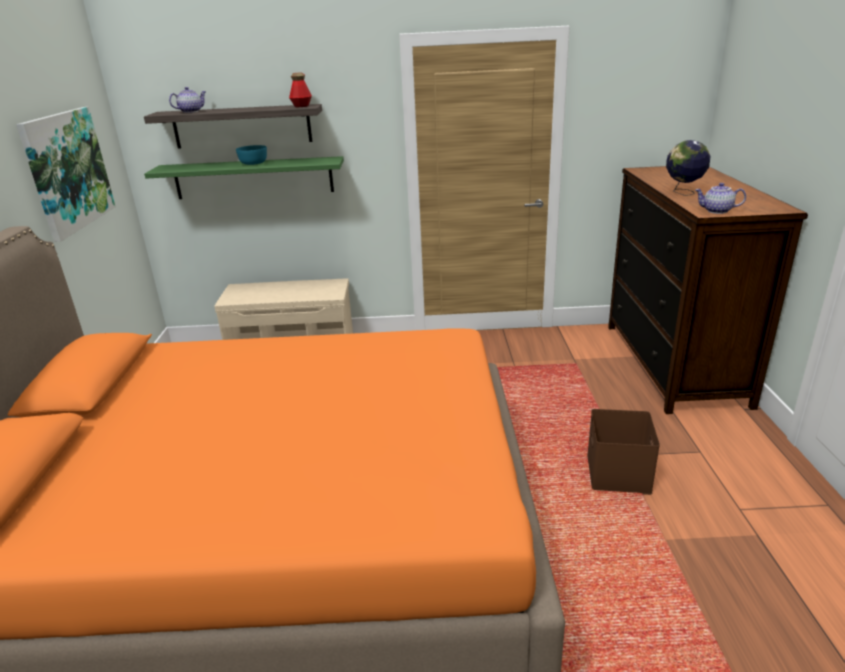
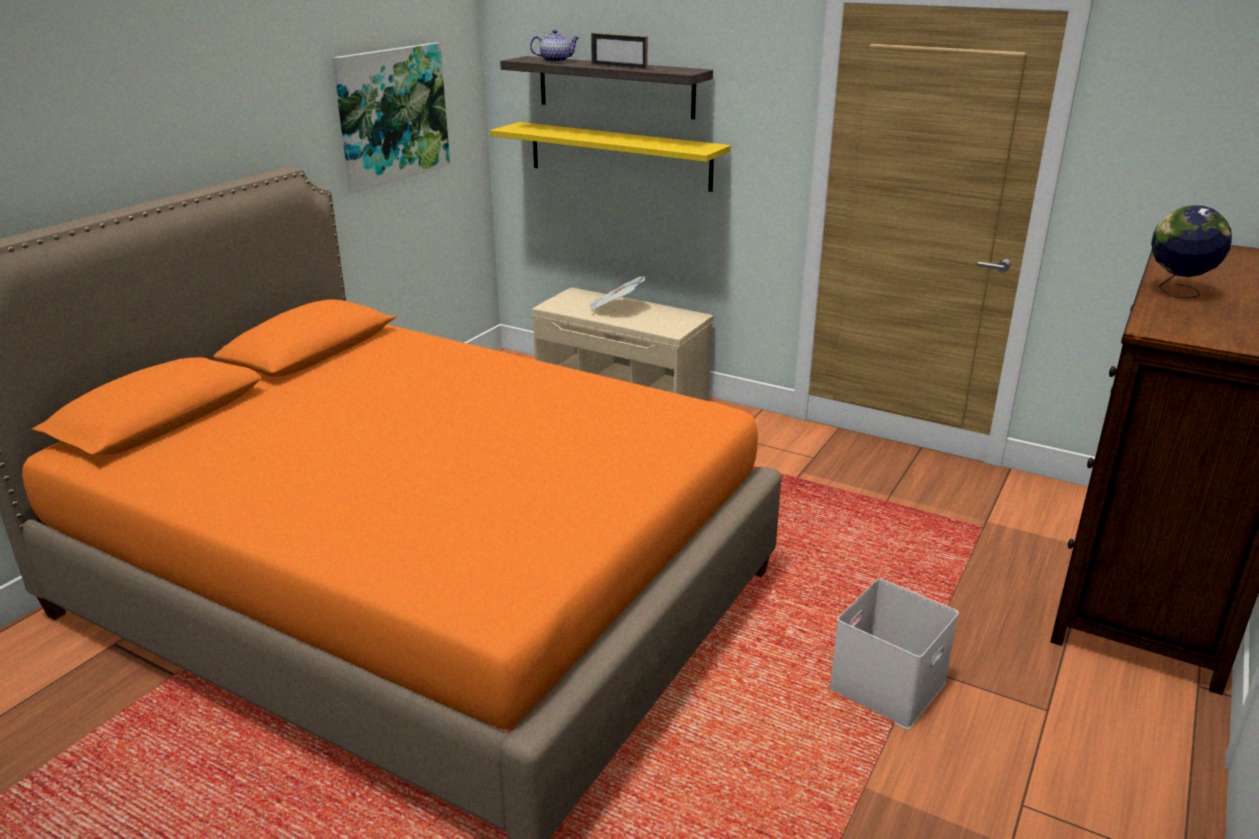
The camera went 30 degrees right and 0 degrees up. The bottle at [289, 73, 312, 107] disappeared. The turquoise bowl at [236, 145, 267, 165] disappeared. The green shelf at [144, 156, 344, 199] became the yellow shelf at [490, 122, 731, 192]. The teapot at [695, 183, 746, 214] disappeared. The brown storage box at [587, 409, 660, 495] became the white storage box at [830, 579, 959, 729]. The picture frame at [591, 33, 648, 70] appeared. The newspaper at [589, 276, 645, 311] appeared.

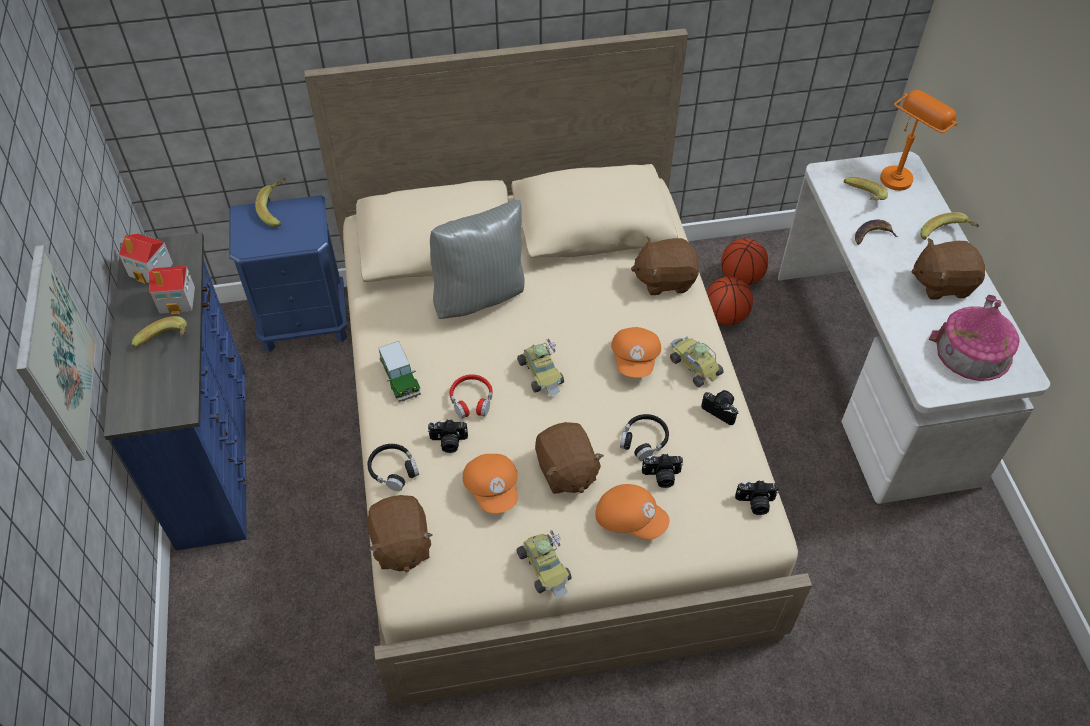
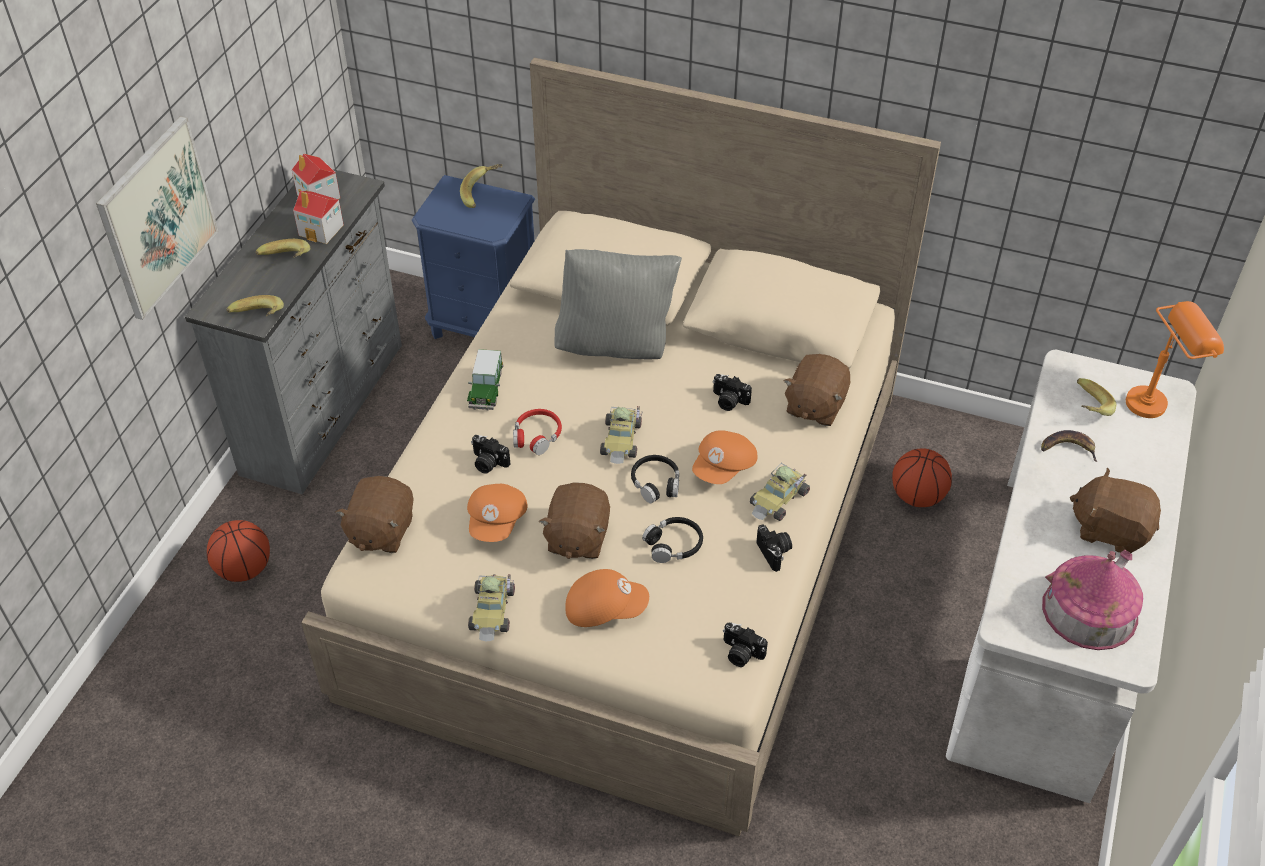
The camera went 30 degrees right and 5 degrees down. The banana moved from [920, 212, 980, 240] to [227, 295, 284, 316]. The blue dresser at [104, 233, 247, 551] became the grey dresser at [185, 169, 402, 494]. The brown plush toy at [631, 237, 699, 295] turned 90 degrees counterclockwise. The basketball moved from [721, 238, 768, 285] to [207, 520, 270, 582]. The toy car at [670, 337, 723, 387] turned 135 degrees counterclockwise. The black headphones moved from [367, 444, 419, 491] to [631, 455, 679, 503]. The photo camera moved from [642, 454, 683, 488] to [713, 374, 752, 411]. The orange cap at [595, 484, 670, 540] turned 60 degrees counterclockwise.

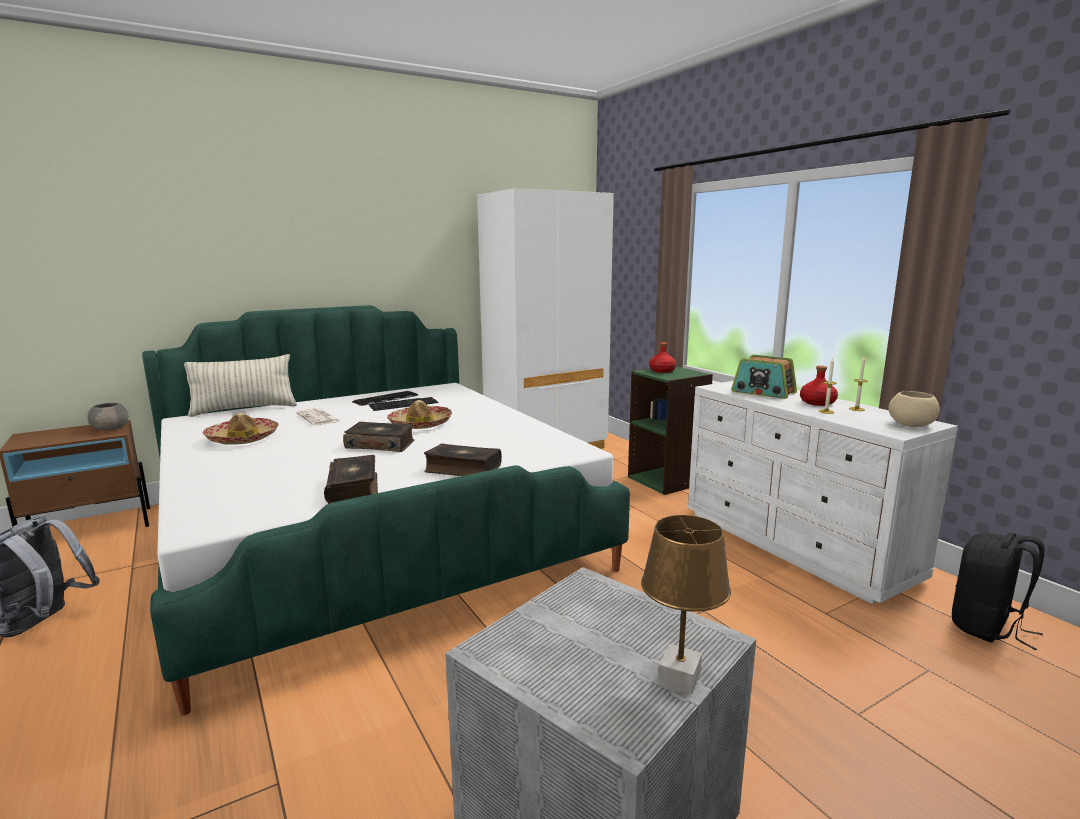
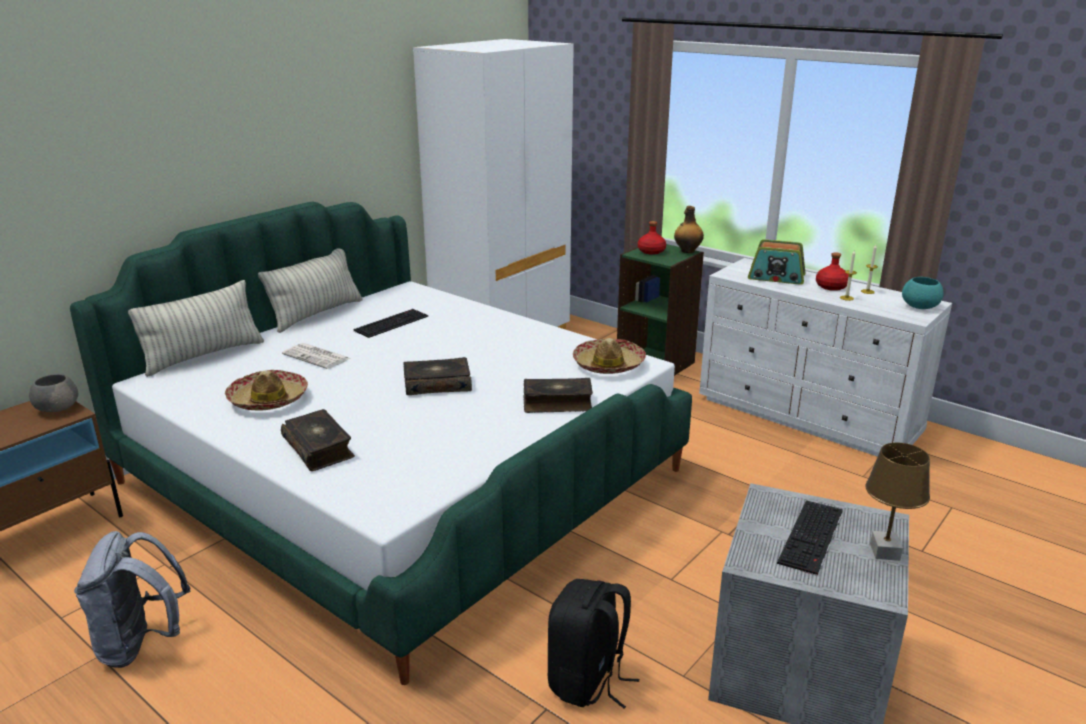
The camera went 20 degrees left and 10 degrees up. The keyboard moved from [352, 391, 418, 406] to [777, 501, 843, 576]. The beige bowl at [888, 391, 940, 427] became the turquoise bowl at [902, 277, 943, 309]. The hat moved from [387, 400, 452, 429] to [573, 338, 646, 374]. The book moved from [324, 455, 378, 504] to [281, 409, 355, 471]. The black backpack moved from [952, 533, 1045, 650] to [548, 579, 639, 709]. The bottle at [674, 206, 704, 253] appeared. The pillow at [258, 249, 363, 333] appeared.

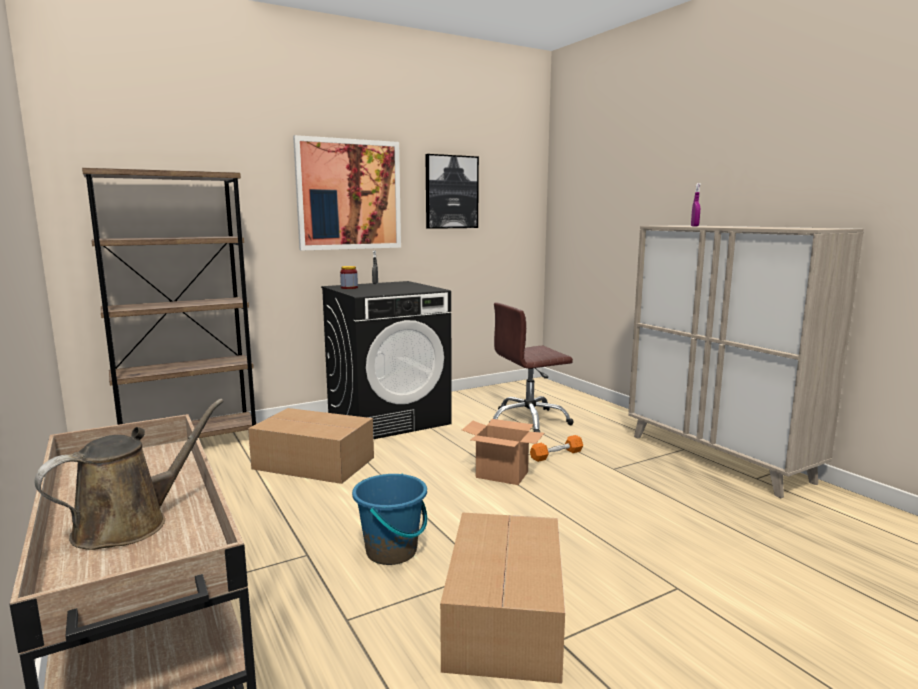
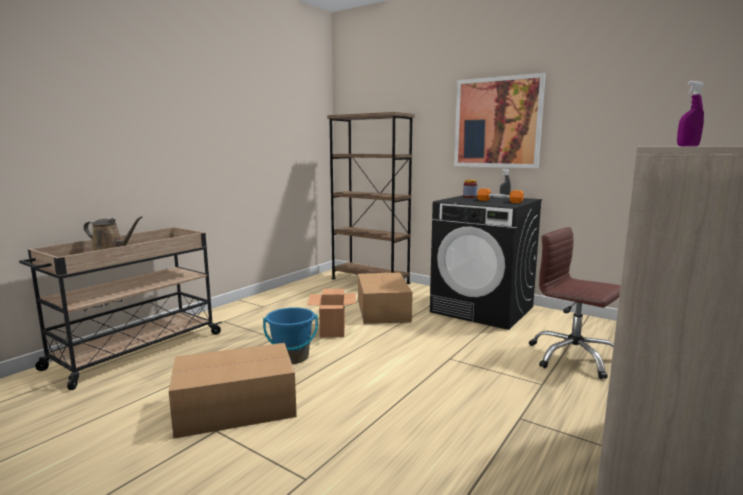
The camera went 65 degrees right and 0 degrees up. The picture at [425, 154, 479, 229] disappeared. The cardboard box moved from [462, 419, 544, 485] to [307, 289, 356, 338]. The orange dumbbell moved from [530, 435, 583, 462] to [477, 189, 524, 203].

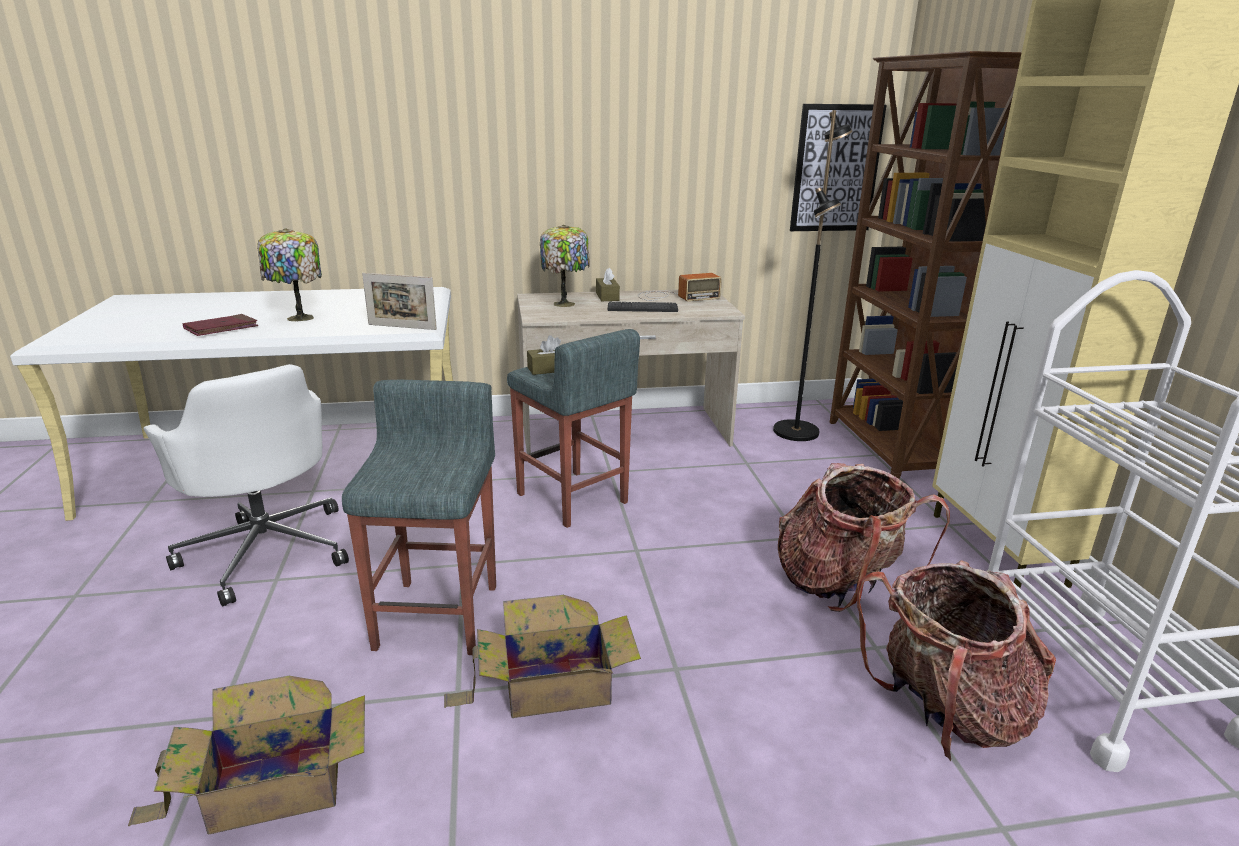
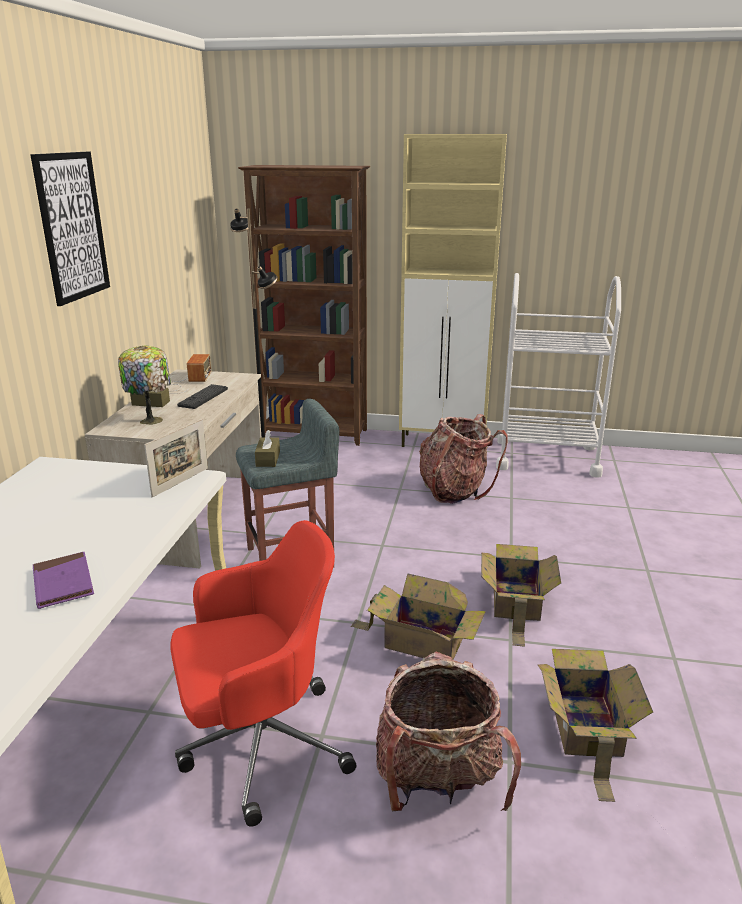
The camera went 70 degrees left and 0 degrees up. The picture moved from [790, 104, 886, 231] to [30, 152, 110, 306]. The table lamp at [257, 228, 322, 321] disappeared. The red book at [183, 314, 258, 336] became the purple book at [33, 552, 94, 609]. The white office chair at [144, 364, 349, 607] became the red office chair at [170, 520, 356, 827]. The grey stool at [342, 380, 496, 655] was replaced by the cardboard box at [351, 573, 486, 660]. The backpack moved from [857, 560, 1056, 762] to [376, 652, 521, 812].

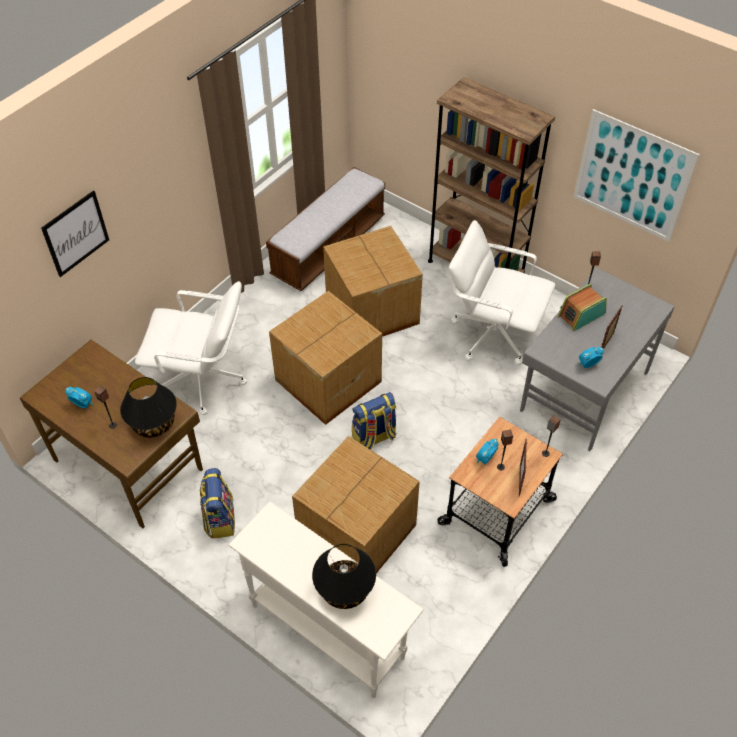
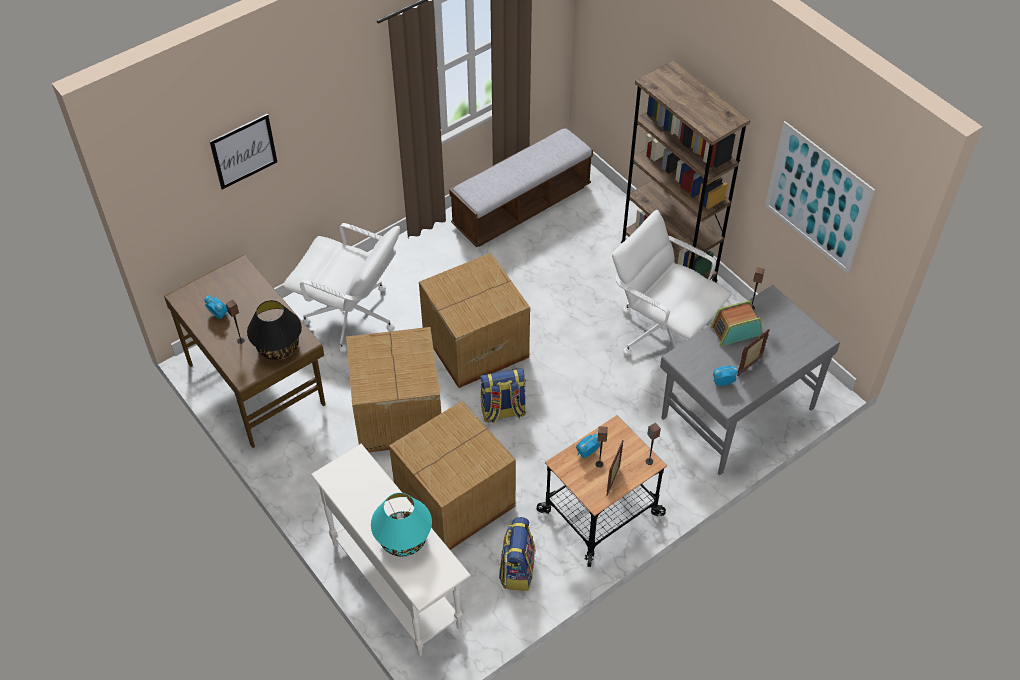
The camera went 15 degrees right and 0 degrees up. The cardboard box moved from [323, 226, 423, 337] to [346, 327, 441, 452]. The backpack moved from [200, 468, 235, 539] to [499, 517, 535, 591]. The black table lamp at [312, 544, 376, 609] became the turquoise table lamp at [371, 493, 432, 557].

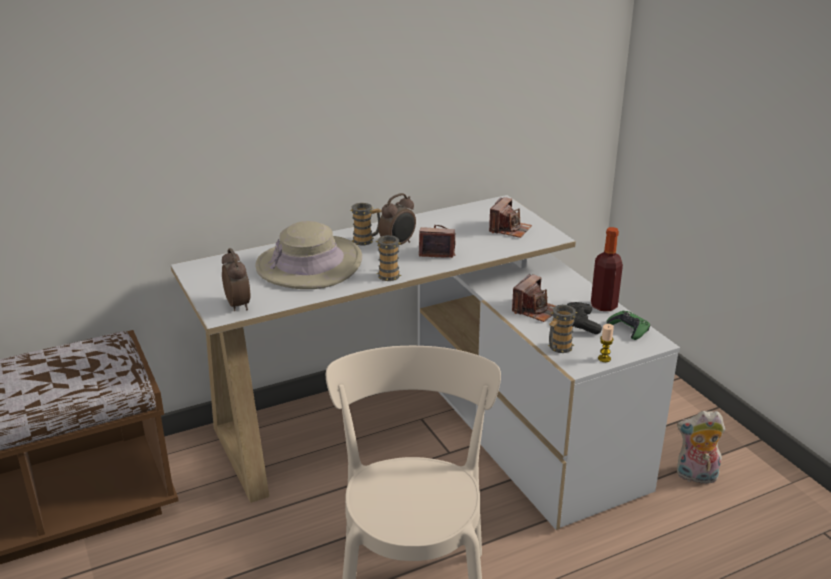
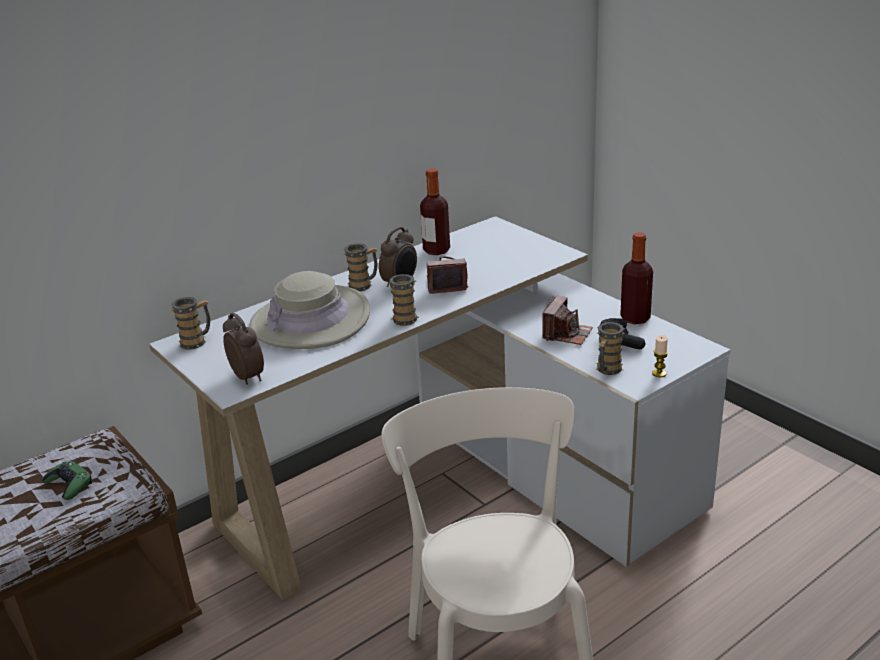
The camera went 10 degrees left and 0 degrees up. The photo camera at [489, 197, 532, 238] disappeared. The green game controller moved from [607, 310, 650, 340] to [42, 461, 92, 500]. The plush toy at [677, 411, 725, 485] disappeared. The bottle at [420, 169, 450, 255] appeared. The mug at [170, 297, 210, 350] appeared.

